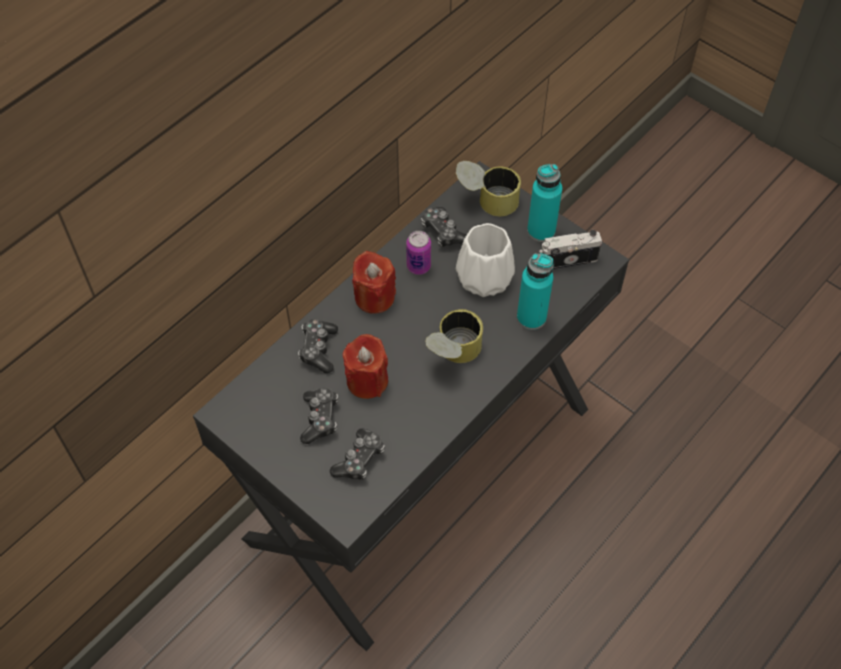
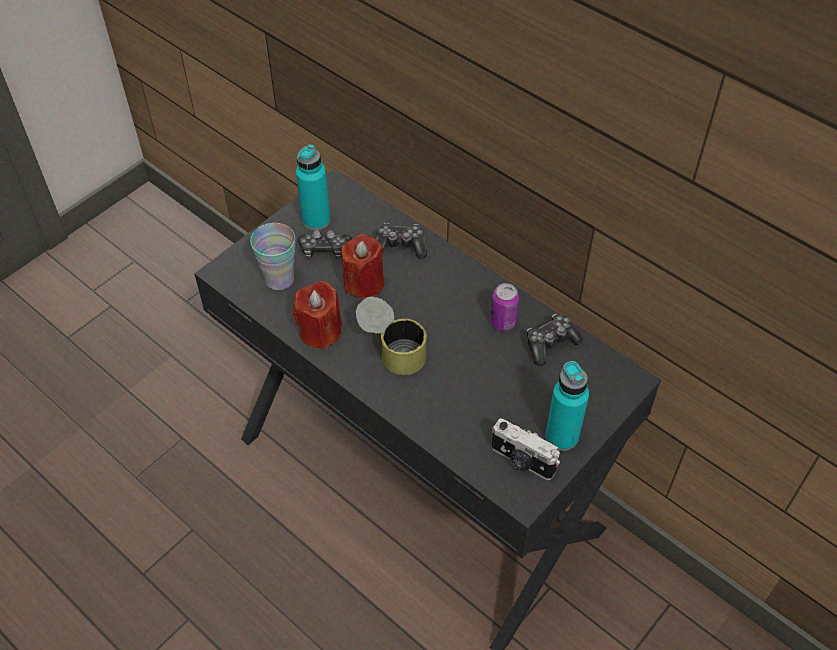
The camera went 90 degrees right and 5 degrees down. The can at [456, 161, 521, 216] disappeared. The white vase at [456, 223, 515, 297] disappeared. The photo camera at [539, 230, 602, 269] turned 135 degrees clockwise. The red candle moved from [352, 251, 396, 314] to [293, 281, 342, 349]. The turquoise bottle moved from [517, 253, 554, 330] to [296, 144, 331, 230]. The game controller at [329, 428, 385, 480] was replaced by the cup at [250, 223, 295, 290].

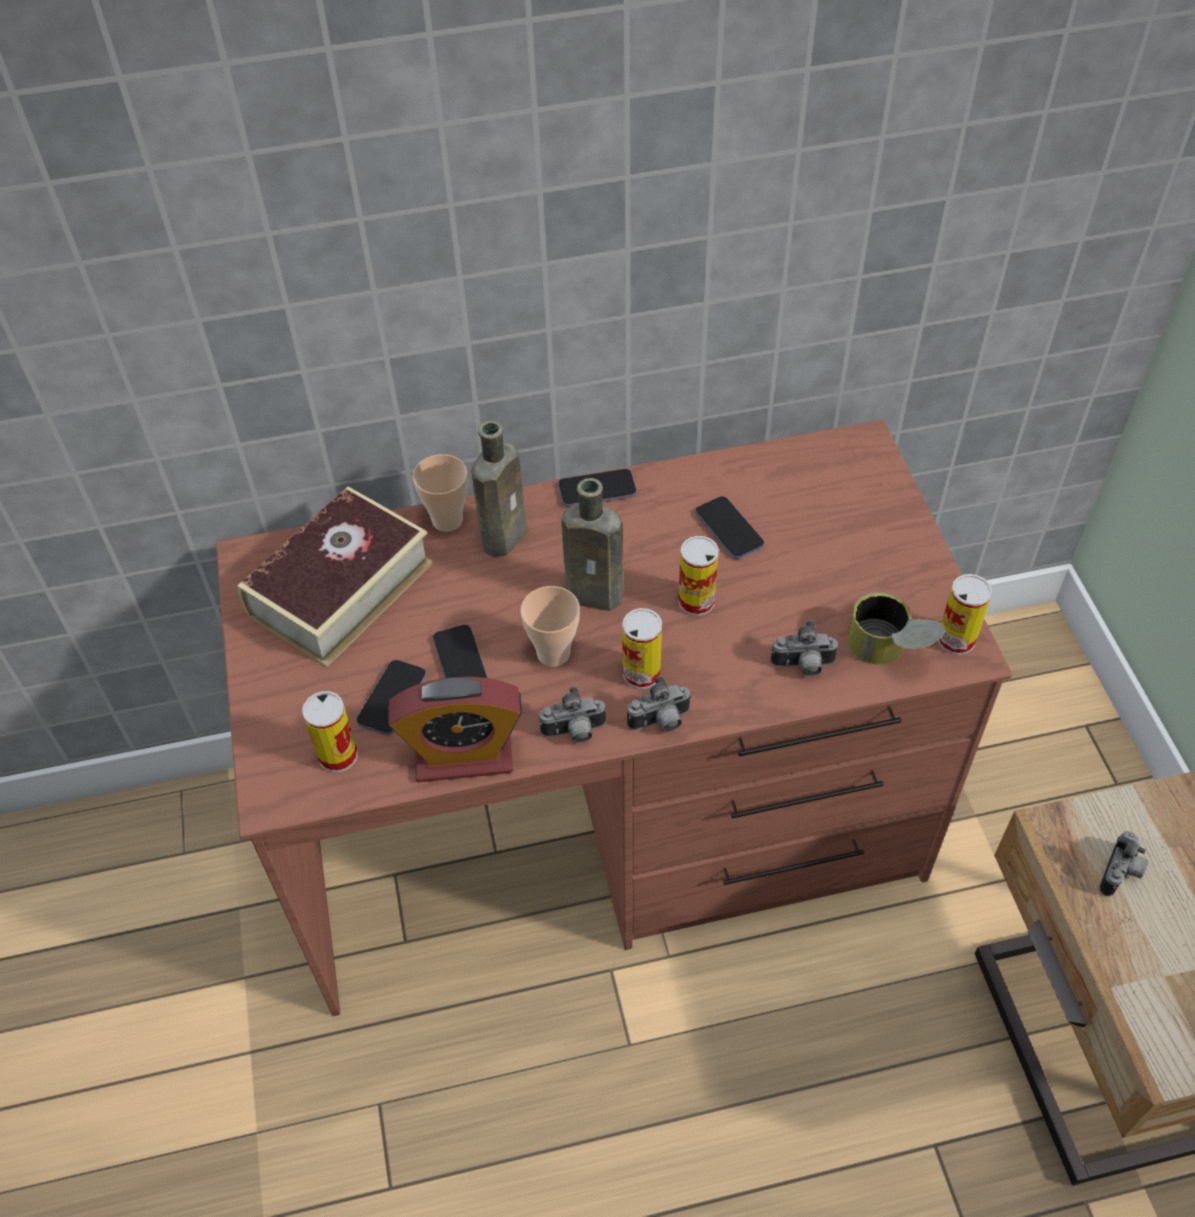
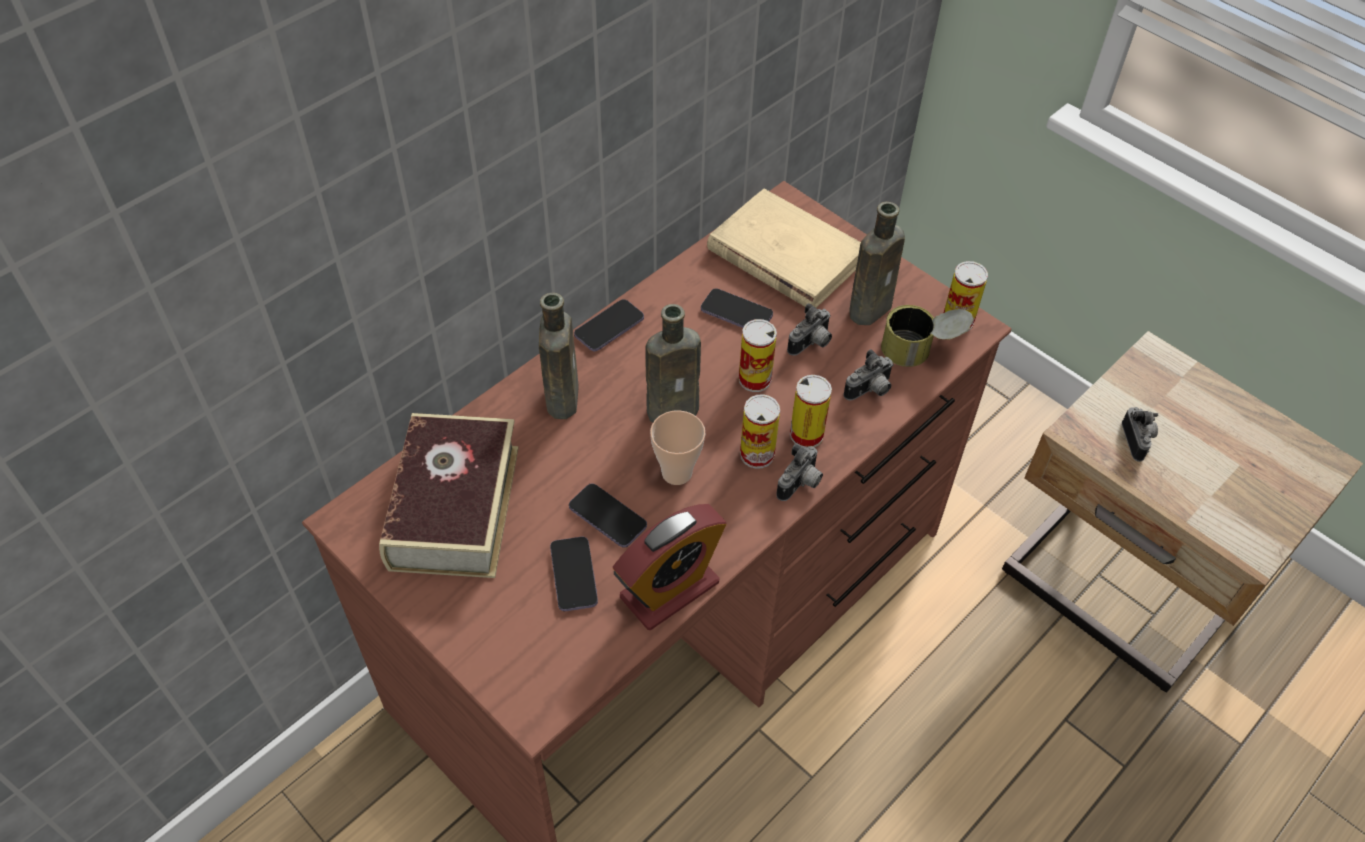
The camera went 35 degrees left and 0 degrees up. The cup at [413, 454, 468, 532] disappeared. The photo camera moved from [539, 686, 607, 743] to [787, 303, 832, 356]. The can moved from [302, 691, 358, 773] to [790, 375, 832, 448]. The beige book at [707, 189, 861, 308] appeared. The brown bottle at [849, 202, 905, 325] appeared.

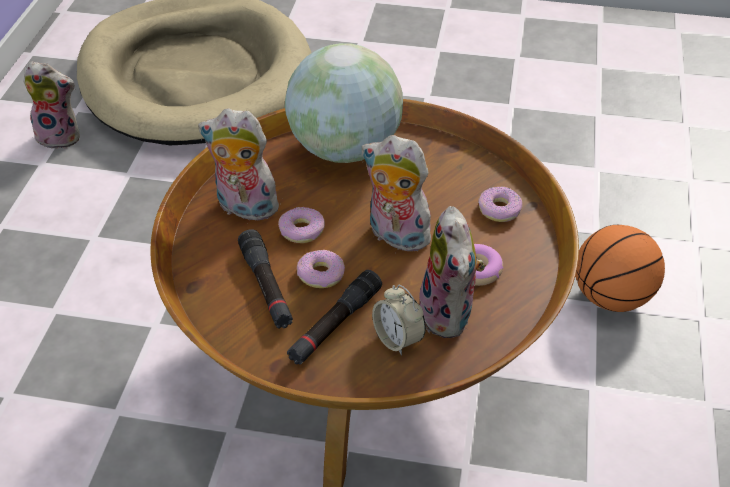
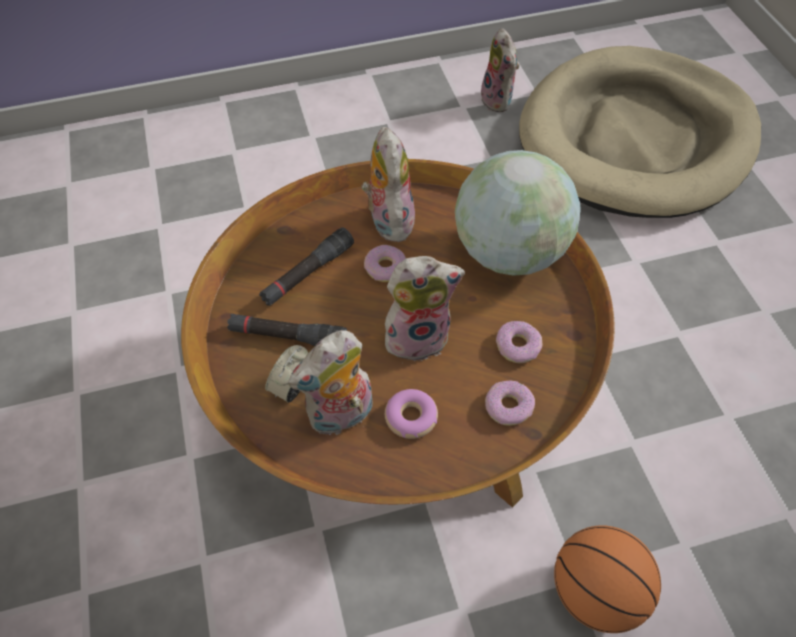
The camera went 65 degrees right and 10 degrees up. The plush toy at [362, 135, 431, 251] turned 75 degrees clockwise. The donut moved from [297, 250, 345, 288] to [496, 321, 543, 363].

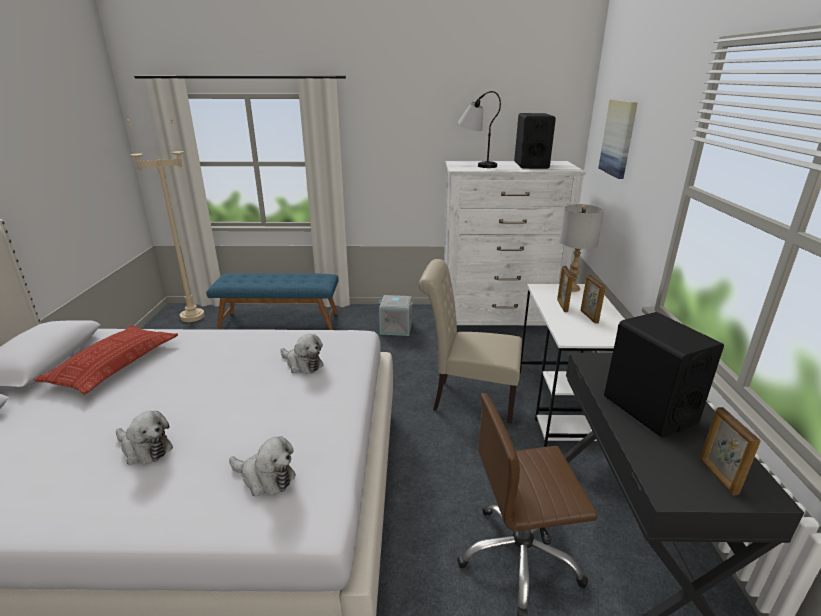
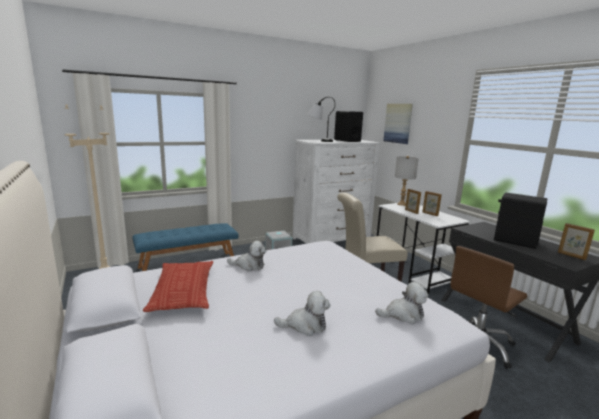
The camera went 30 degrees left and 10 degrees down. The plush toy moved from [281, 334, 324, 374] to [227, 241, 266, 271].

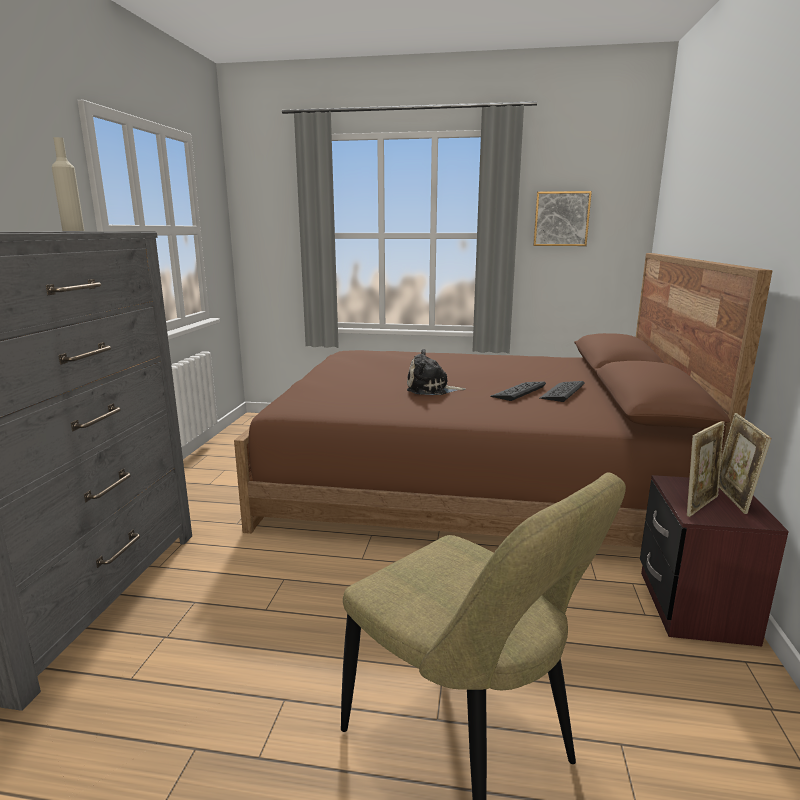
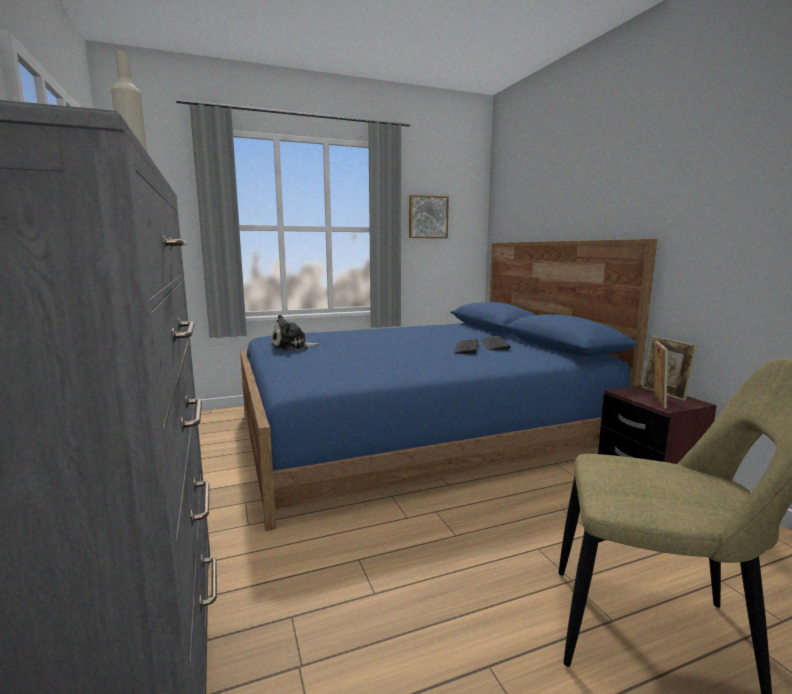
The camera went 30 degrees left and 5 degrees down. The brown bed at [234, 253, 773, 547] became the blue bed at [240, 239, 657, 531]. The plush toy moved from [407, 349, 466, 395] to [271, 315, 319, 351].

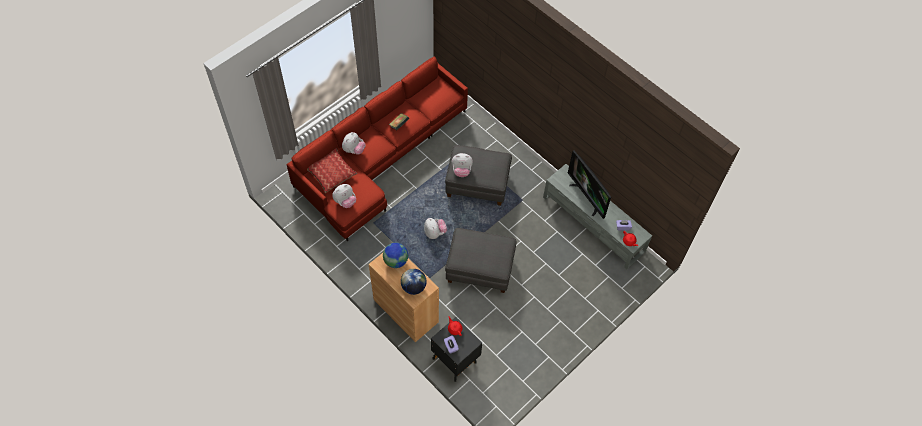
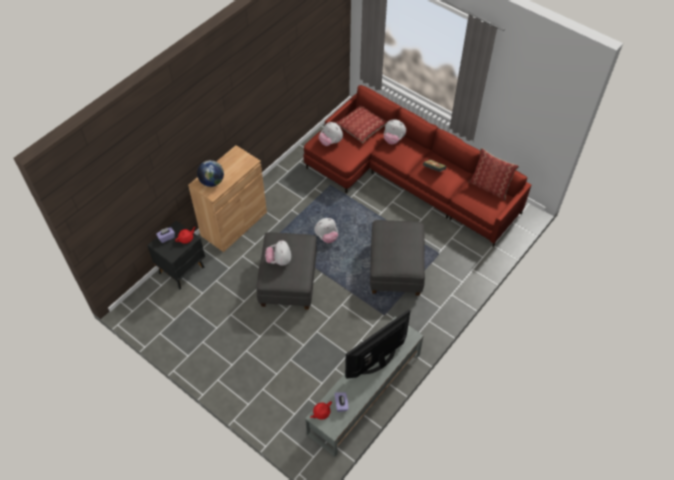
The camera went 85 degrees right and 5 degrees down. The plush toy moved from [452, 153, 473, 177] to [265, 240, 291, 266]. The globe at [383, 243, 408, 268] disappeared. The pillow at [469, 148, 519, 200] appeared.

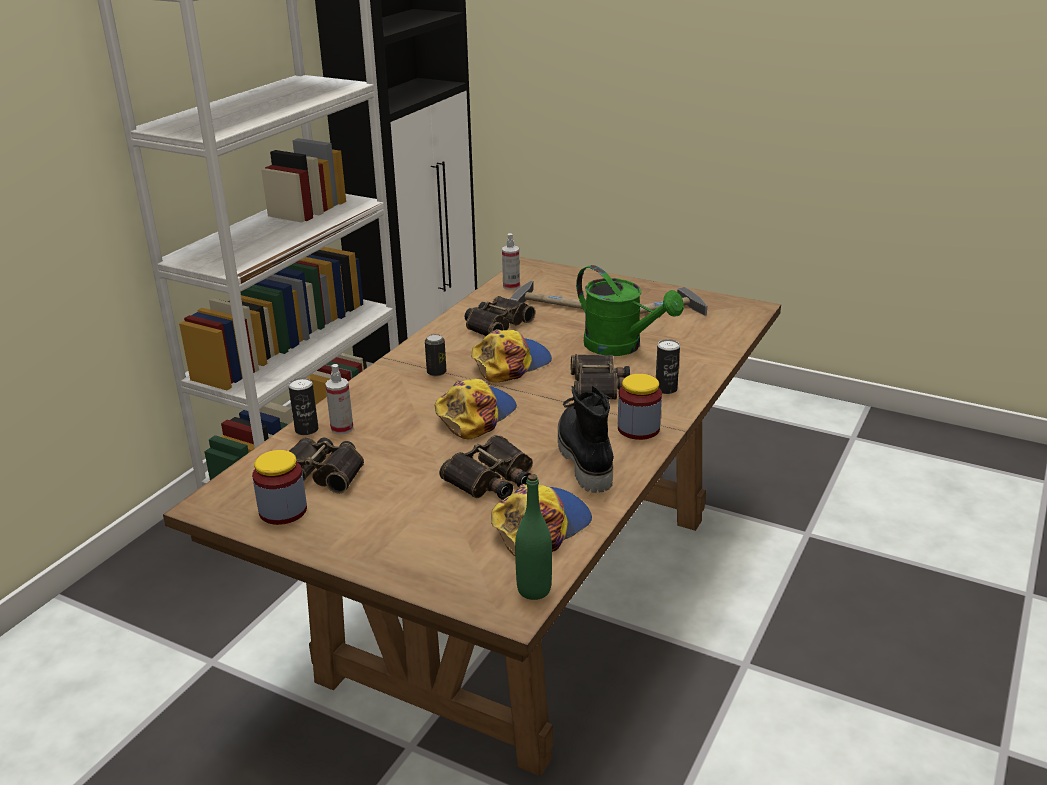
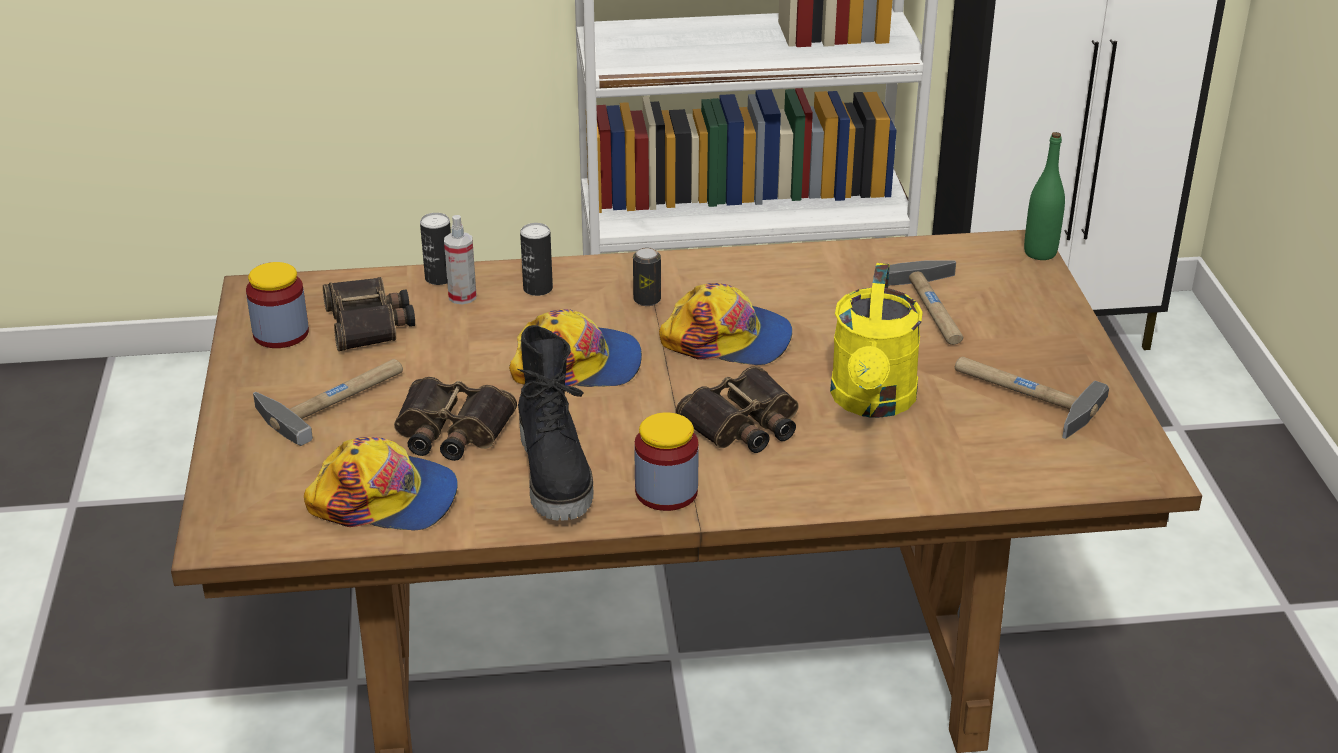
The camera went 55 degrees right and 5 degrees up. The spray bottle at [502, 233, 520, 290] disappeared. The green watering can at [576, 265, 684, 356] became the yellow watering can at [830, 263, 923, 418]. The binoculars at [465, 296, 535, 336] disappeared. The can moved from [656, 339, 680, 394] to [520, 223, 553, 296]. The black boot at [558, 385, 614, 493] turned 120 degrees clockwise. The green bottle moved from [515, 474, 552, 600] to [1024, 132, 1065, 260]. The hammer at [253, 359, 403, 446] appeared.

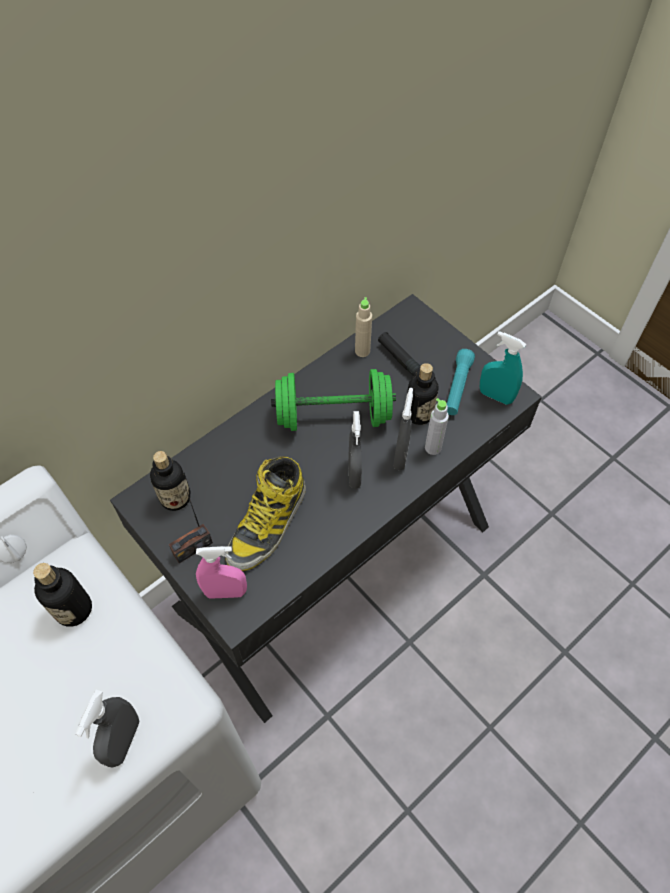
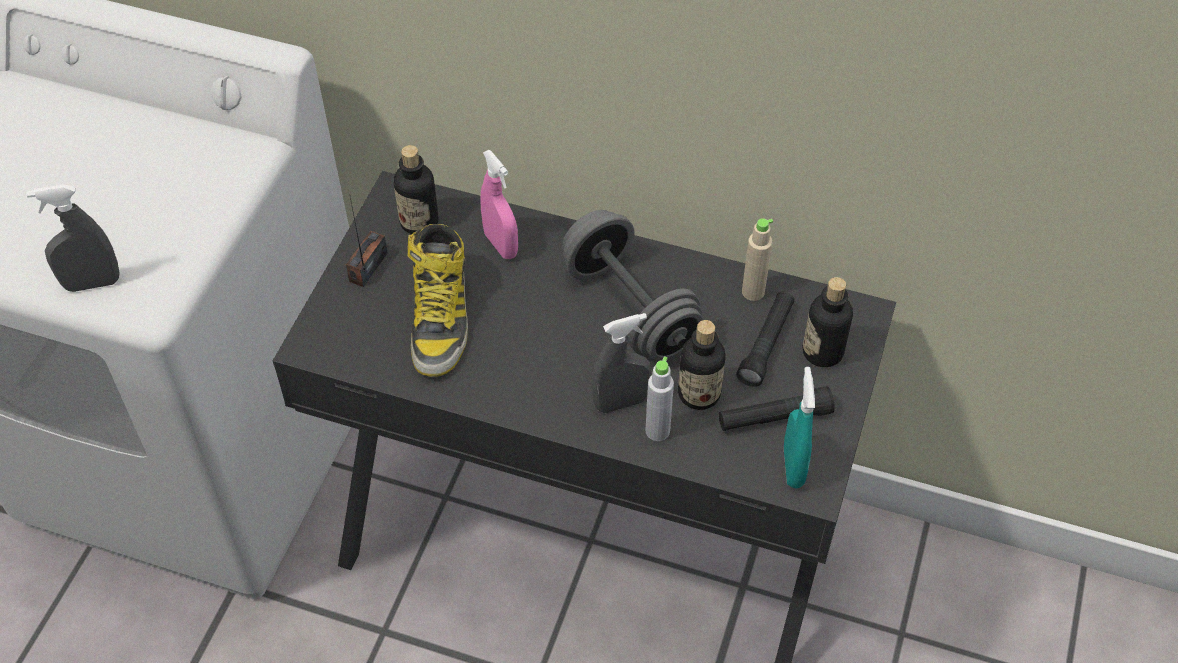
The camera went 60 degrees right and 5 degrees down. The turquoise flashlight at [447, 349, 475, 415] became the black flashlight at [719, 386, 835, 431]. The green dumbbell at [271, 369, 396, 431] became the grey dumbbell at [562, 210, 704, 361]. The grey spray bottle at [348, 411, 362, 489] disappeared. The boot at [225, 456, 306, 571] turned 90 degrees counterclockwise. The radio at [169, 486, 213, 563] turned 90 degrees clockwise. The pink spray bottle moved from [196, 546, 247, 599] to [480, 150, 518, 259]. The bottle moved from [33, 563, 92, 627] to [803, 277, 853, 367].

